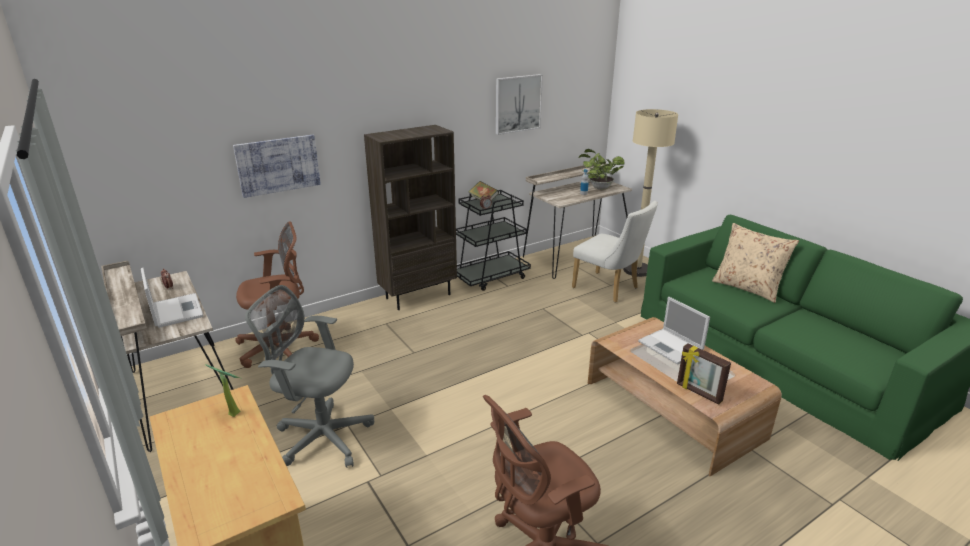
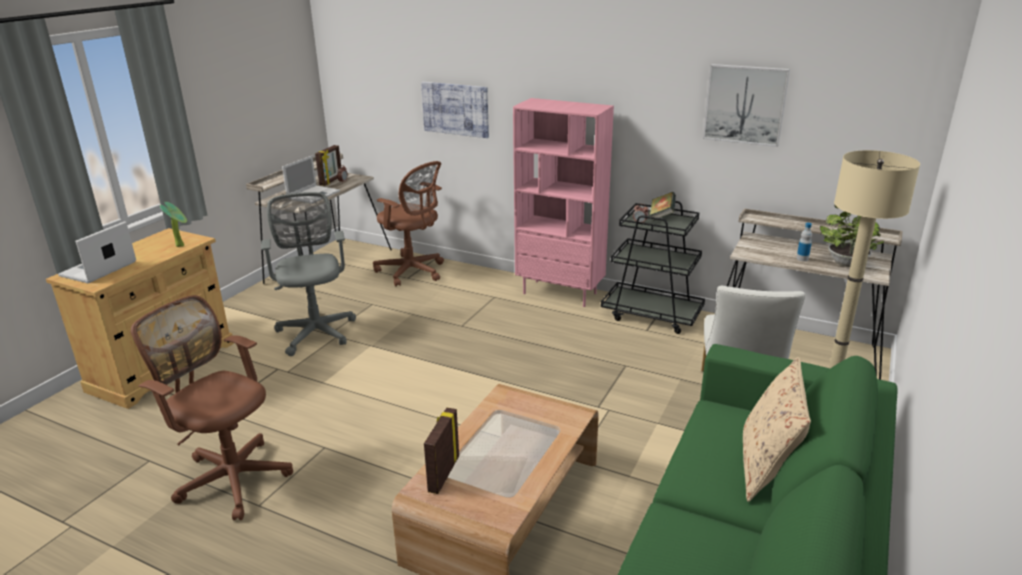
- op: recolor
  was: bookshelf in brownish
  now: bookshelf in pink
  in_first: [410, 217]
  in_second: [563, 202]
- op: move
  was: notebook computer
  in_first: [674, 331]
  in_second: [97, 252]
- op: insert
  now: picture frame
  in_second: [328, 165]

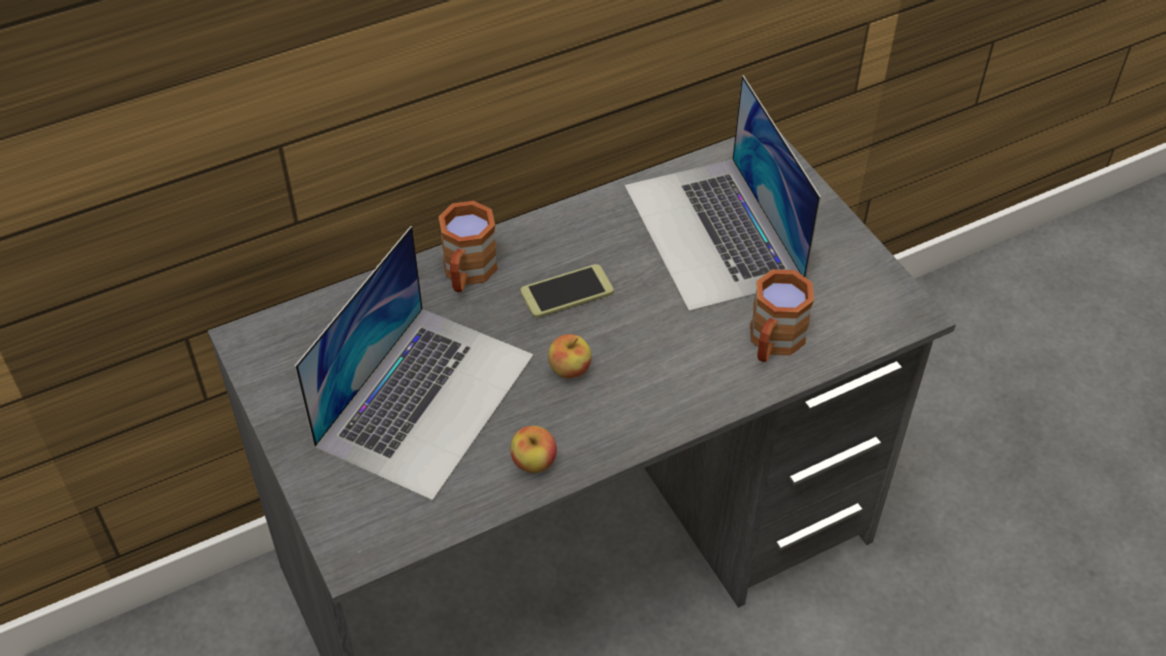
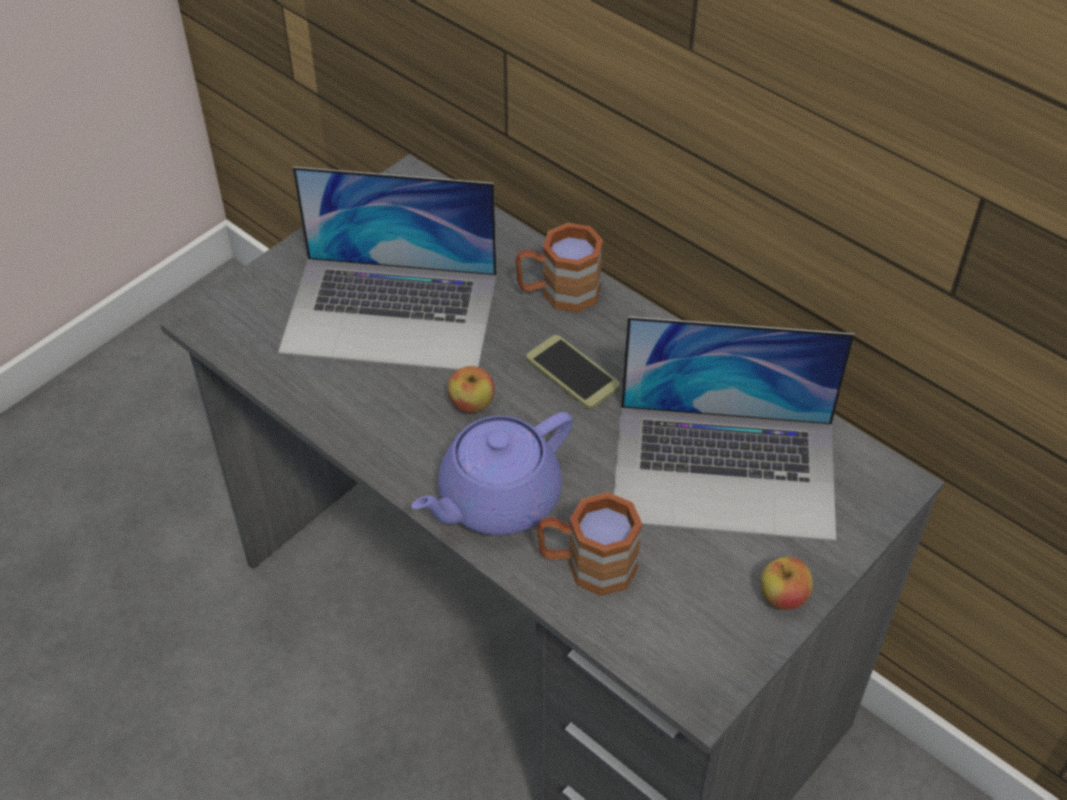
- op: move
  was: apple fruit
  in_first: [534, 449]
  in_second: [787, 583]
- op: rotate
  was: notebook computer
  in_first: [722, 193]
  in_second: [734, 428]
  clockwise: -135
- op: insert
  now: pot for tea in purple
  in_second: [492, 473]

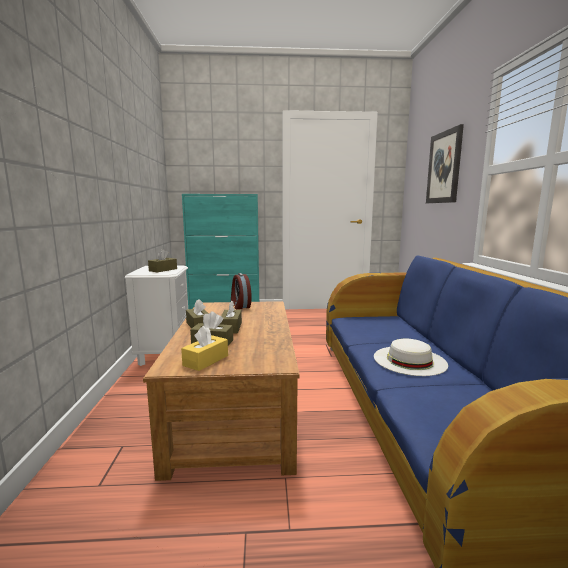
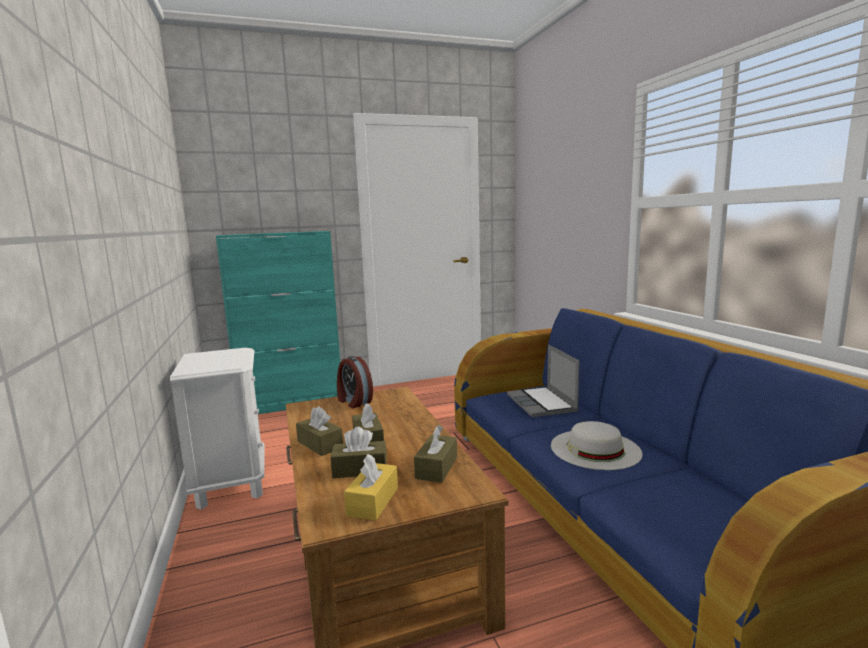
- op: move
  was: box of tissues in brownish
  in_first: [162, 260]
  in_second: [435, 454]
- op: delete
  was: picture
  in_first: [445, 163]
- op: insert
  now: notebook computer
  in_second: [543, 380]

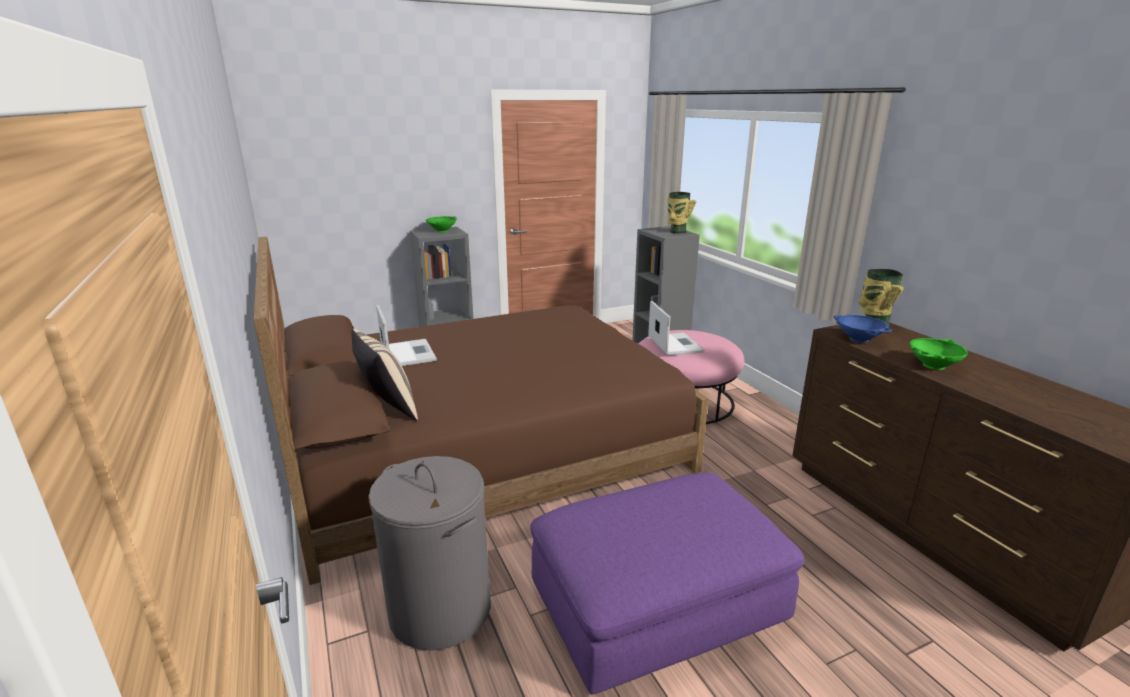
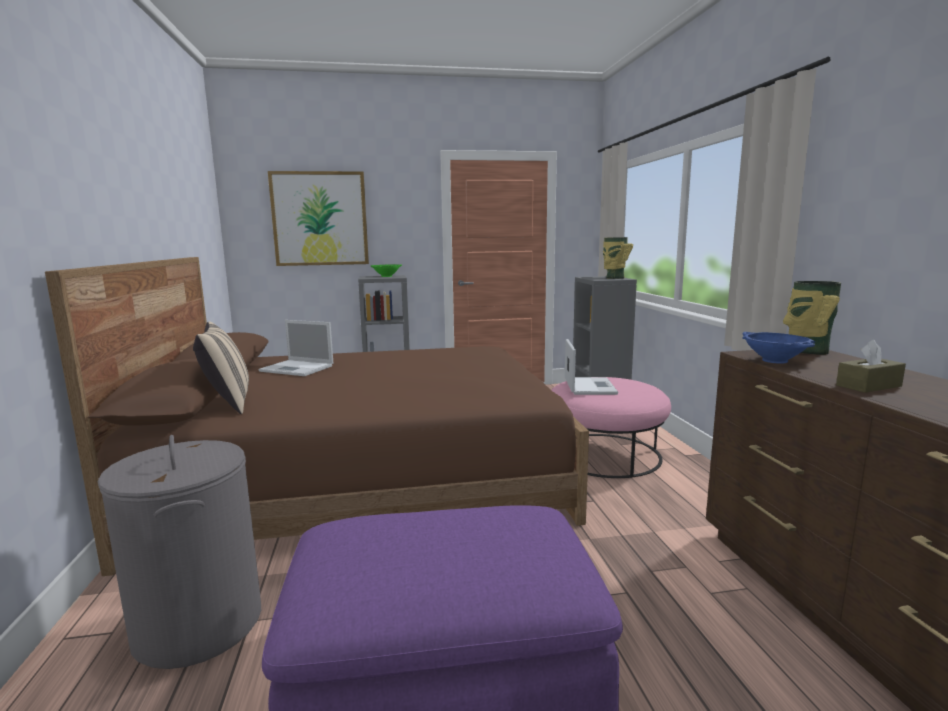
- op: rotate
  was: notebook computer
  in_first: [406, 335]
  in_second: [295, 348]
  clockwise: 120
- op: replace
  was: serving bowl in greenish
  now: box of tissues in brownish
  in_first: [939, 354]
  in_second: [871, 366]
- op: insert
  now: picture
  in_second: [318, 218]

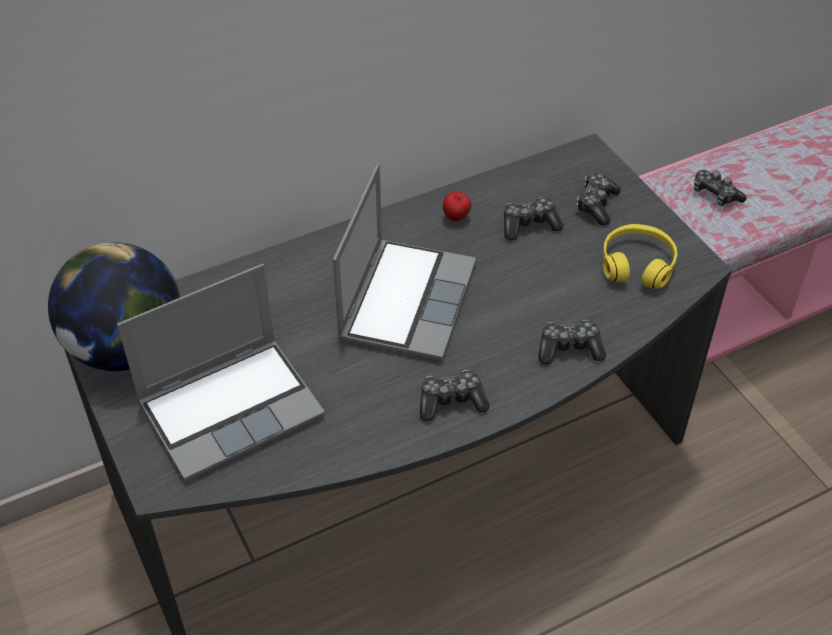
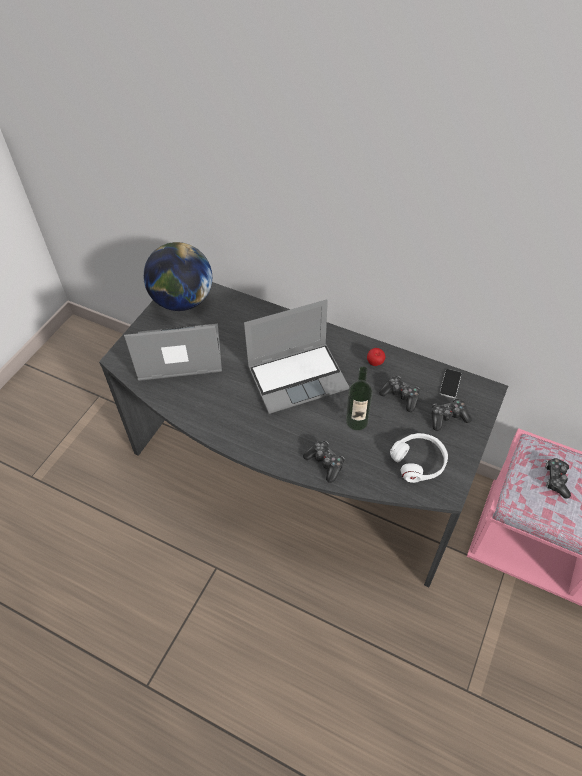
- op: rotate
  was: notebook computer
  in_first: [221, 373]
  in_second: [173, 352]
  clockwise: 150
- op: delete
  was: joypad
  in_first: [454, 395]
- op: recolor
  was: headphones in yellow-coloured
  now: headphones in white-coloured
  in_first: [640, 256]
  in_second: [419, 458]
- op: insert
  now: bottle
  in_second: [359, 398]
- op: insert
  now: telephone
  in_second: [451, 383]

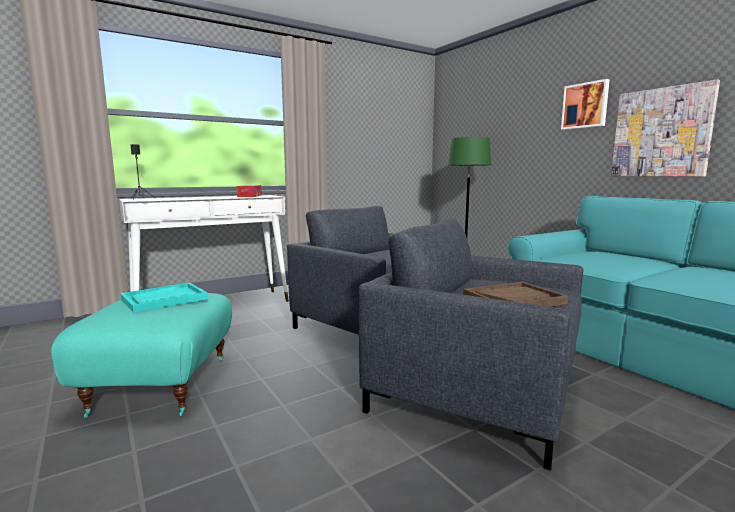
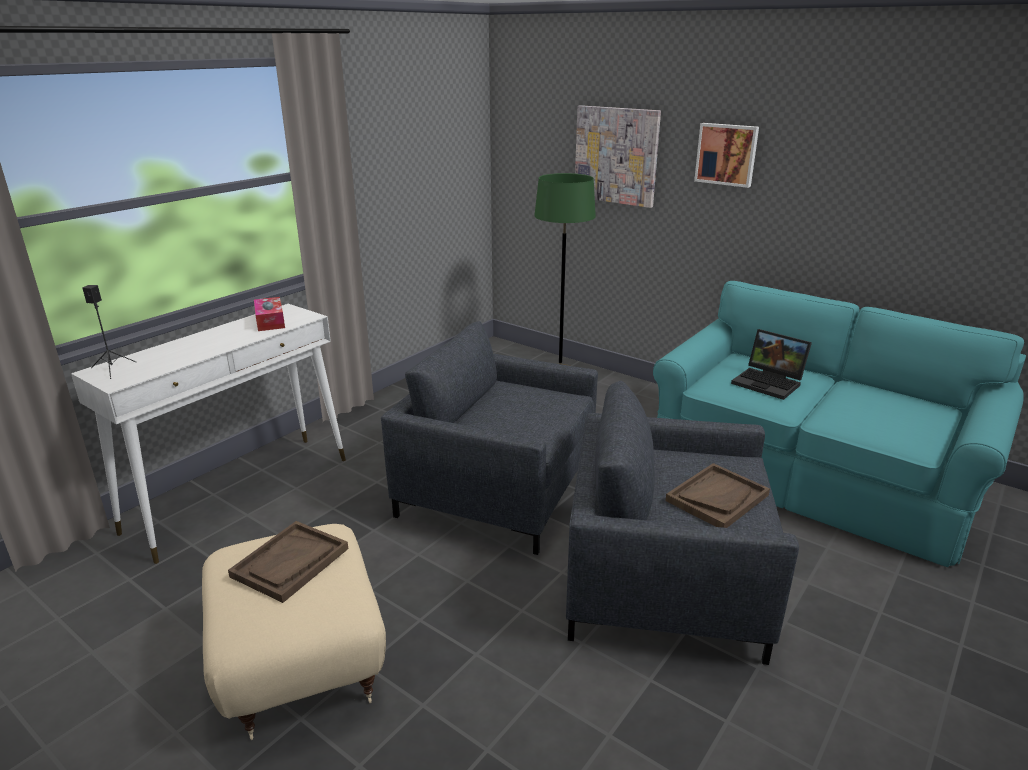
- op: recolor
  was: footrest in turquoise-coloured
  now: footrest in beige
  in_first: [141, 355]
  in_second: [294, 632]
- op: recolor
  was: tray in turquoise-coloured
  now: tray in brownish
  in_first: [164, 297]
  in_second: [288, 562]
- op: move
  was: picture
  in_first: [665, 128]
  in_second: [618, 156]
- op: insert
  now: notebook computer
  in_second: [771, 364]

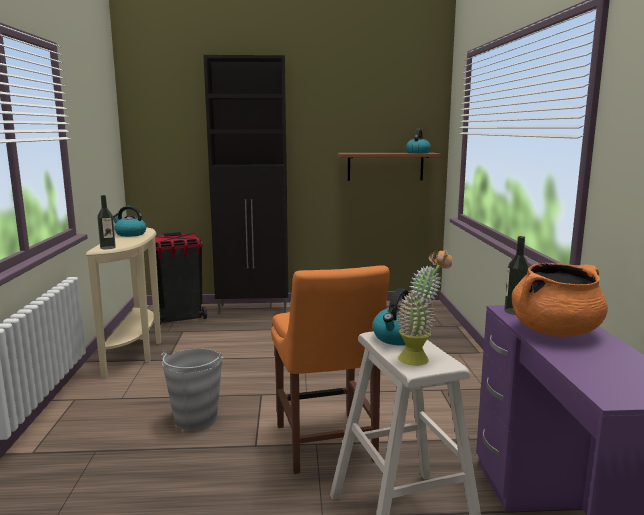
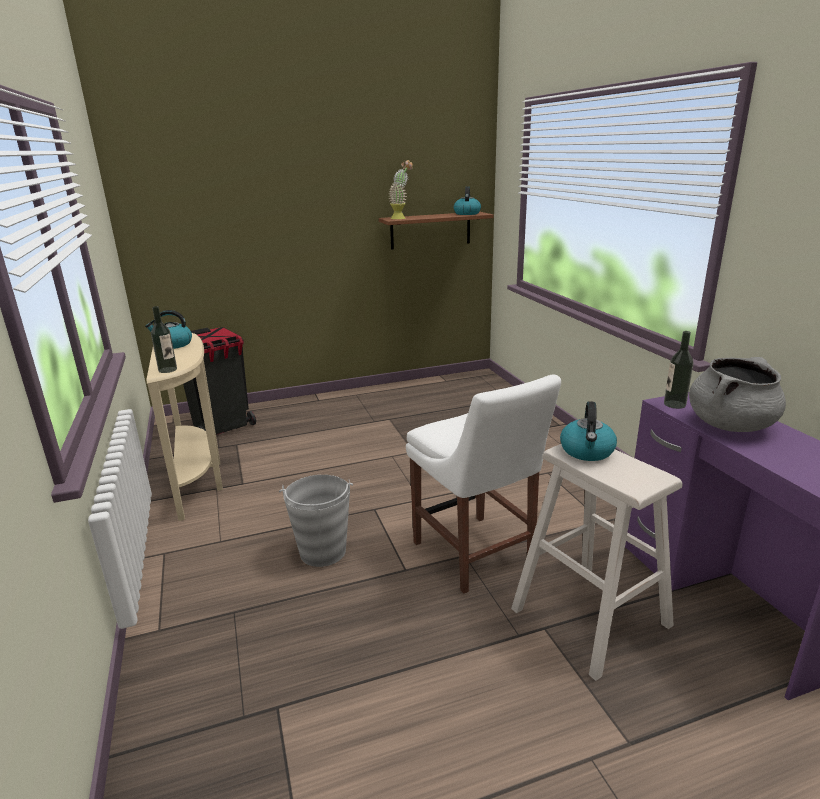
- op: delete
  was: cabinet in blackish
  in_first: [246, 184]
- op: recolor
  was: plain chair in orange-coloured
  now: plain chair in white-coloured
  in_first: [330, 369]
  in_second: [483, 484]
- op: move
  was: houseplant
  in_first: [424, 308]
  in_second: [400, 189]
- op: recolor
  was: saucepot in orange-coloured
  now: saucepot in gray
  in_first: [560, 300]
  in_second: [737, 394]

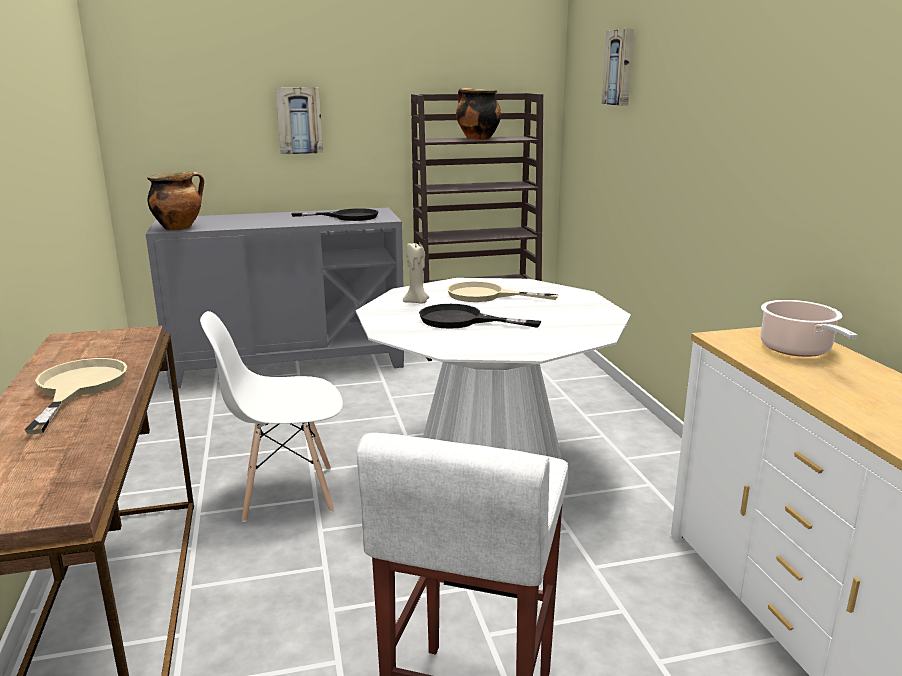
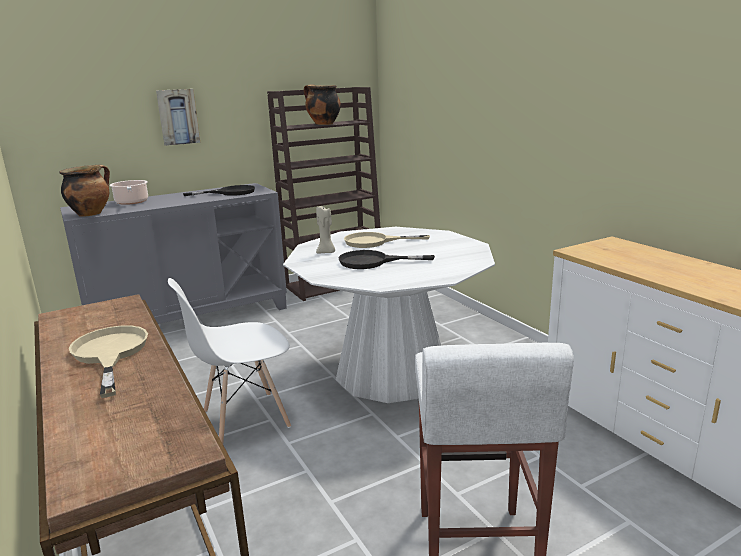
- op: delete
  was: picture
  in_first: [618, 67]
- op: move
  was: saucepot
  in_first: [809, 328]
  in_second: [129, 192]

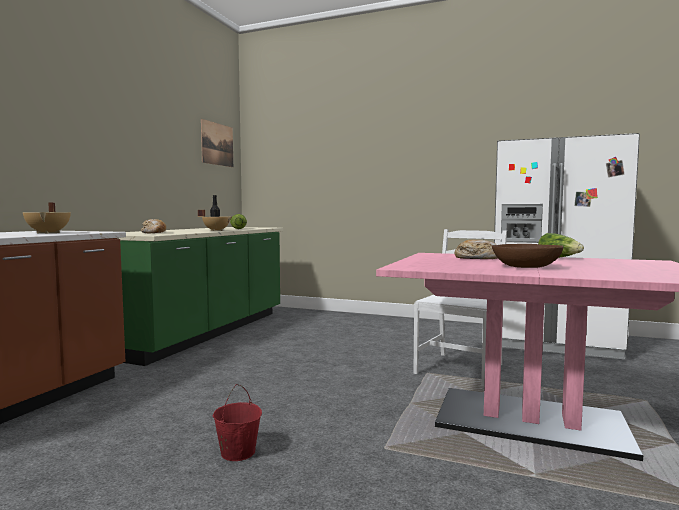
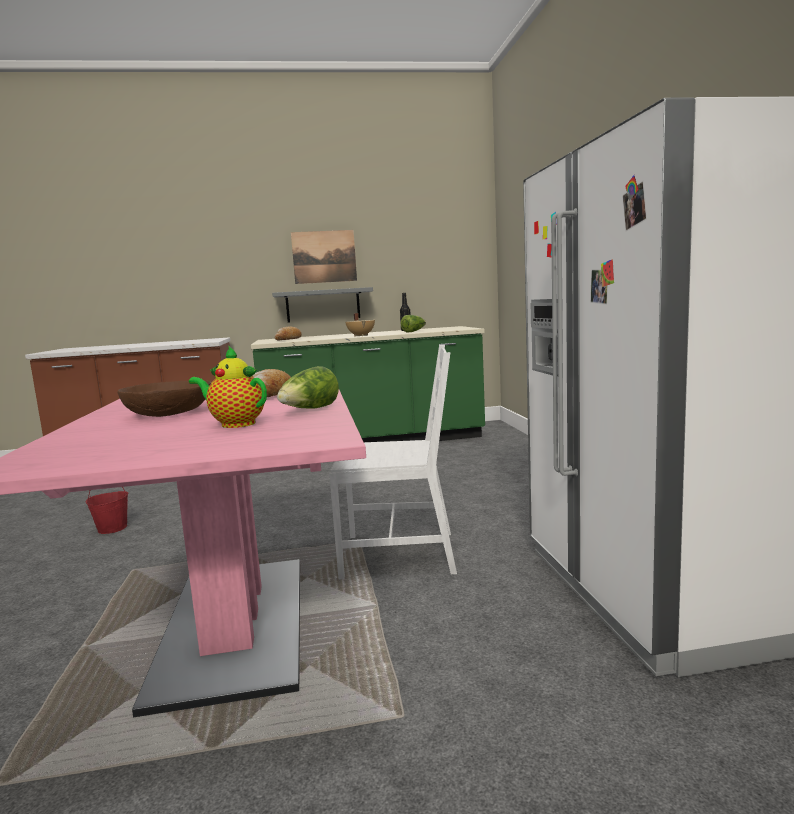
- op: delete
  was: saucepot in beige
  in_first: [46, 218]
- op: move
  was: picture
  in_first: [217, 143]
  in_second: [324, 257]
- op: insert
  now: pot for tea
  in_second: [228, 387]
- op: insert
  now: shelf in gray
  in_second: [322, 304]

